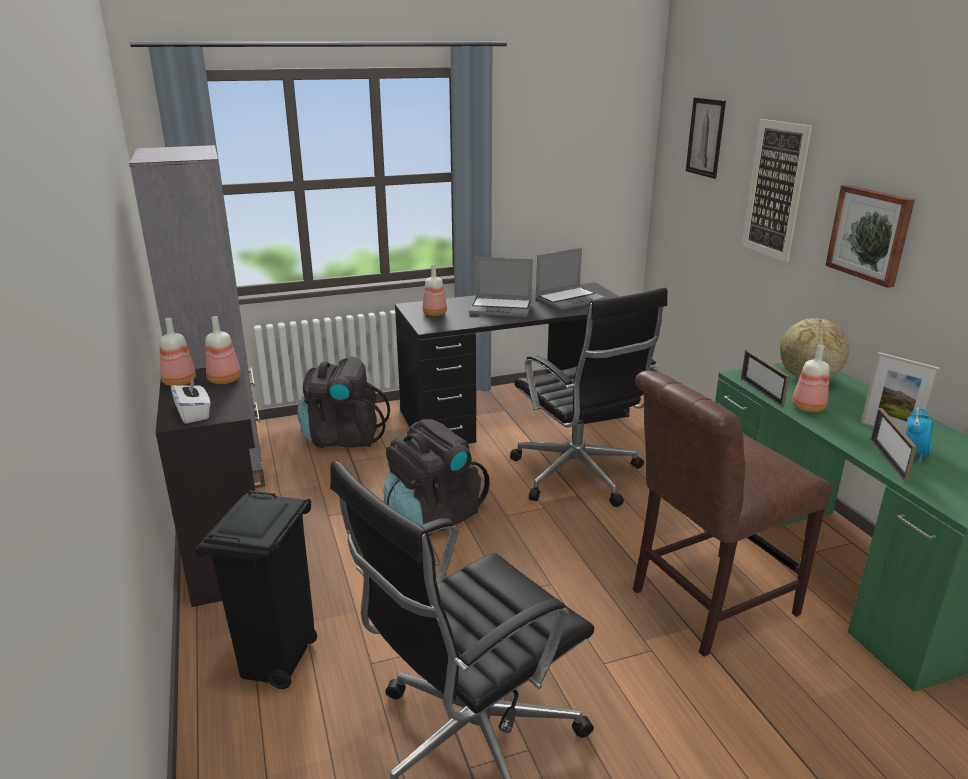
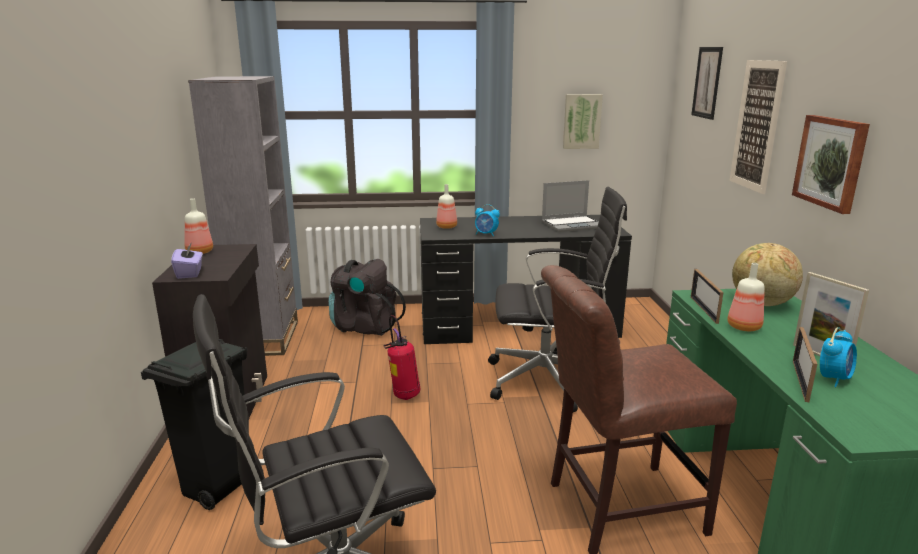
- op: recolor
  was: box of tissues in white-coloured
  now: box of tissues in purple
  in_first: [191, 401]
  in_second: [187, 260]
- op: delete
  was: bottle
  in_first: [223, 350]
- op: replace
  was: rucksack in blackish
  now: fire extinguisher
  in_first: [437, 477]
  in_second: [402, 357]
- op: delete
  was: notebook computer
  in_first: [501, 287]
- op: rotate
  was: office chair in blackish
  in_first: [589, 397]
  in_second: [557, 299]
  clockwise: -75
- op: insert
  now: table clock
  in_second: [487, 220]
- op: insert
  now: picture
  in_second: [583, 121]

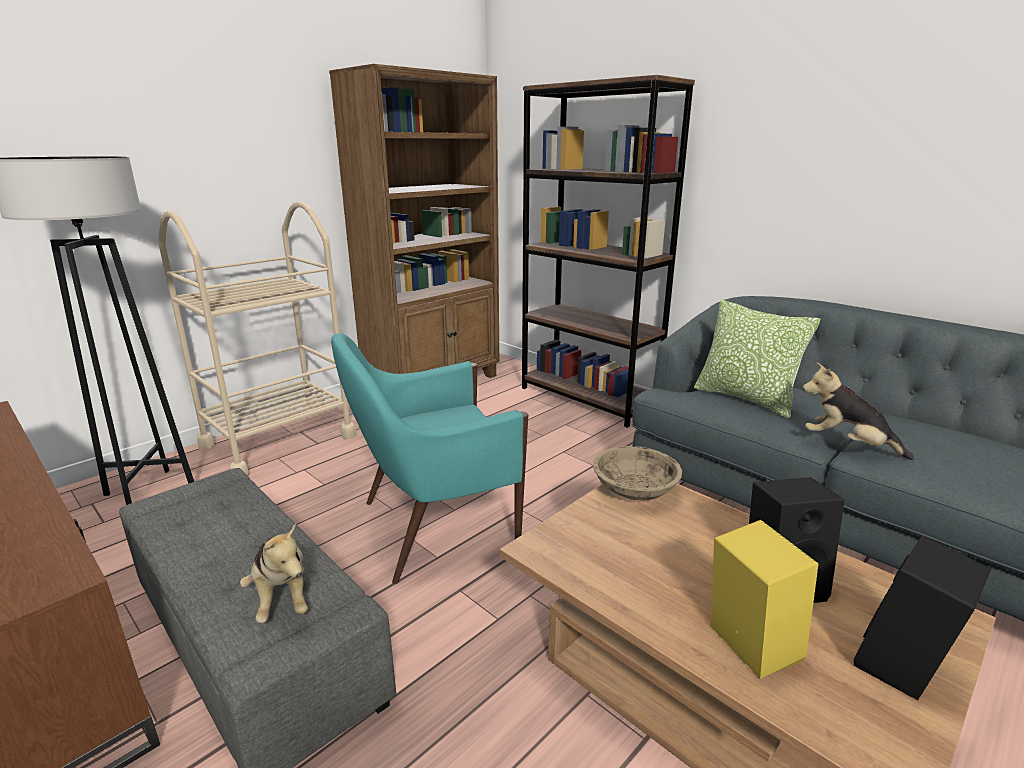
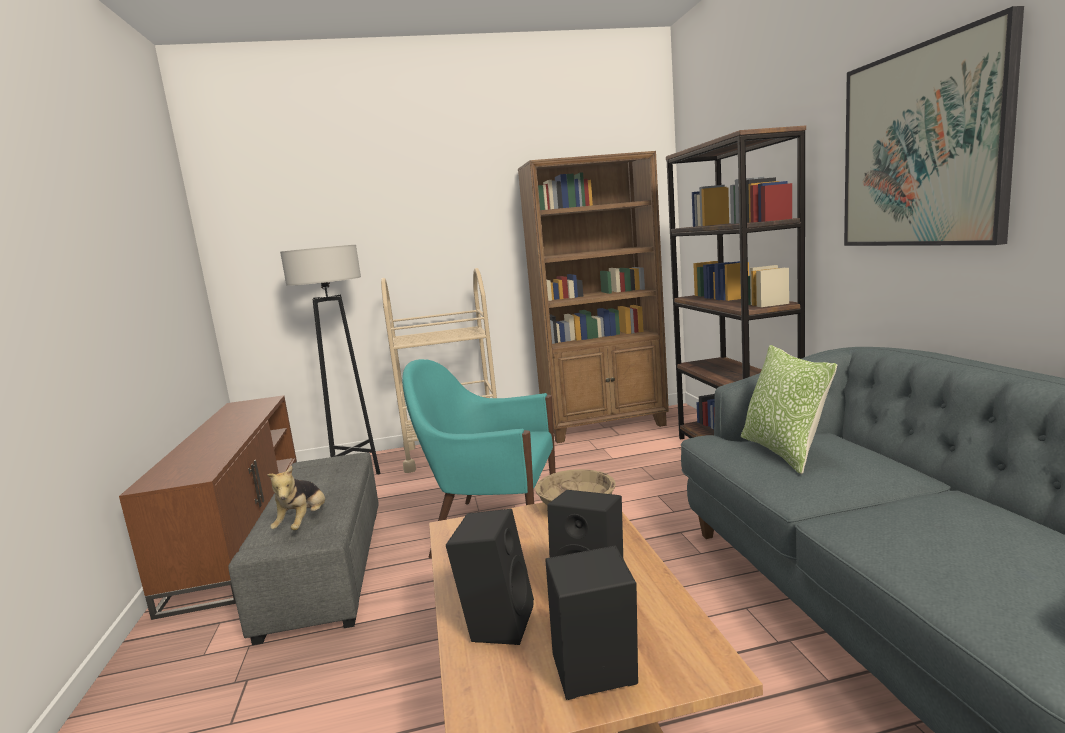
- op: recolor
  was: speaker in yellow-coloured
  now: speaker in blackish
  in_first: [764, 599]
  in_second: [490, 577]
- op: delete
  was: cuddly toy
  in_first: [858, 411]
- op: insert
  now: picture
  in_second: [934, 126]

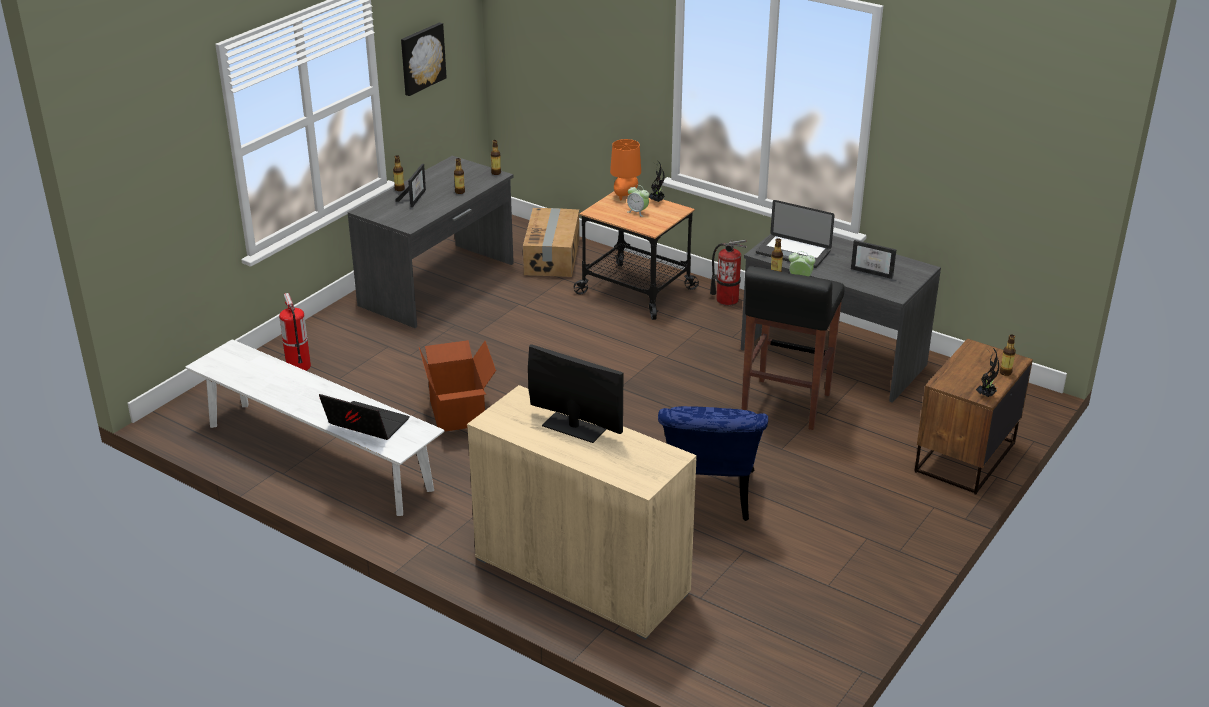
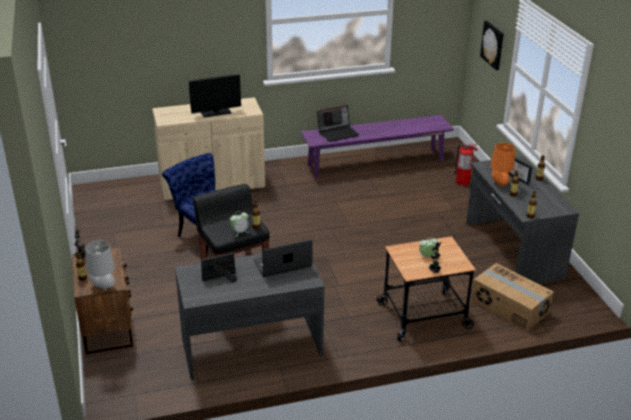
- op: recolor
  was: indoor bench in white-coloured
  now: indoor bench in purple
  in_first: [315, 427]
  in_second: [377, 146]
- op: move
  was: picture
  in_first: [424, 59]
  in_second: [492, 45]
- op: delete
  was: carton
  in_first: [457, 385]
- op: move
  was: tabletop lamp in orange-coloured
  in_first: [625, 170]
  in_second: [502, 165]
- op: delete
  was: fire extinguisher
  in_first: [728, 273]
- op: insert
  now: tabletop lamp in gray
  in_second: [100, 266]

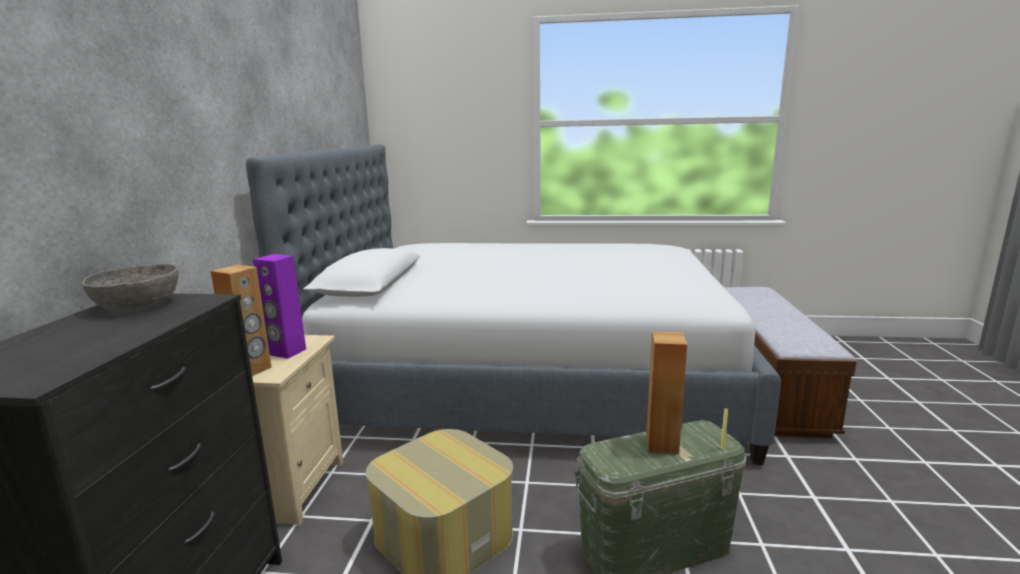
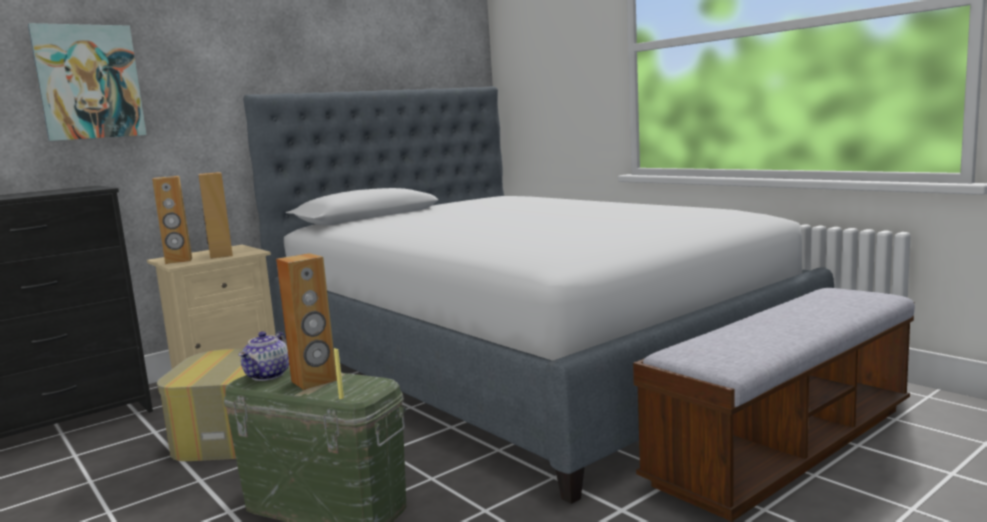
- op: delete
  was: serving bowl in gray
  in_first: [130, 287]
- op: recolor
  was: speaker in purple
  now: speaker in brownish
  in_first: [279, 306]
  in_second: [216, 215]
- op: insert
  now: picture
  in_second: [87, 82]
- op: insert
  now: pot for tea
  in_second: [264, 356]

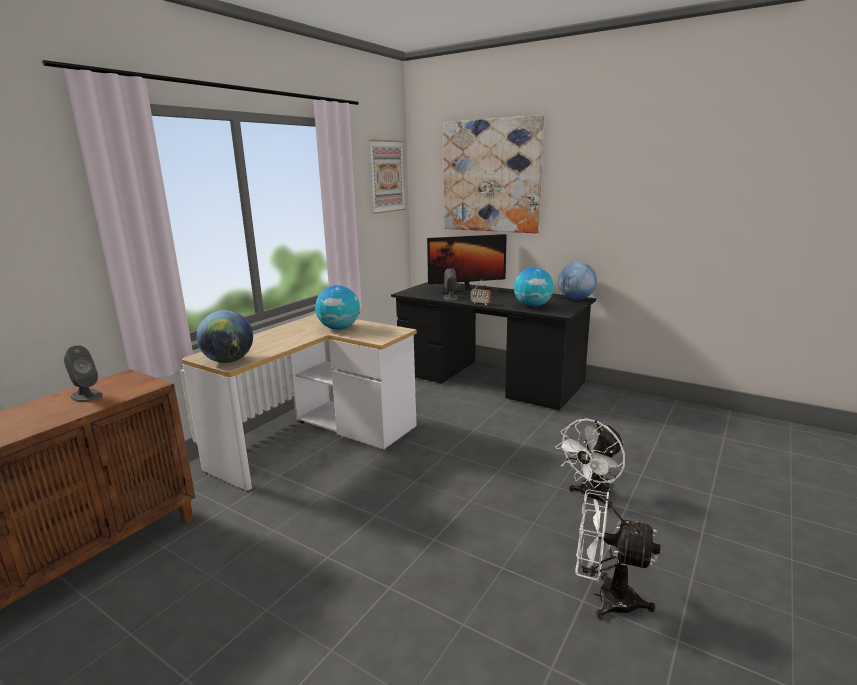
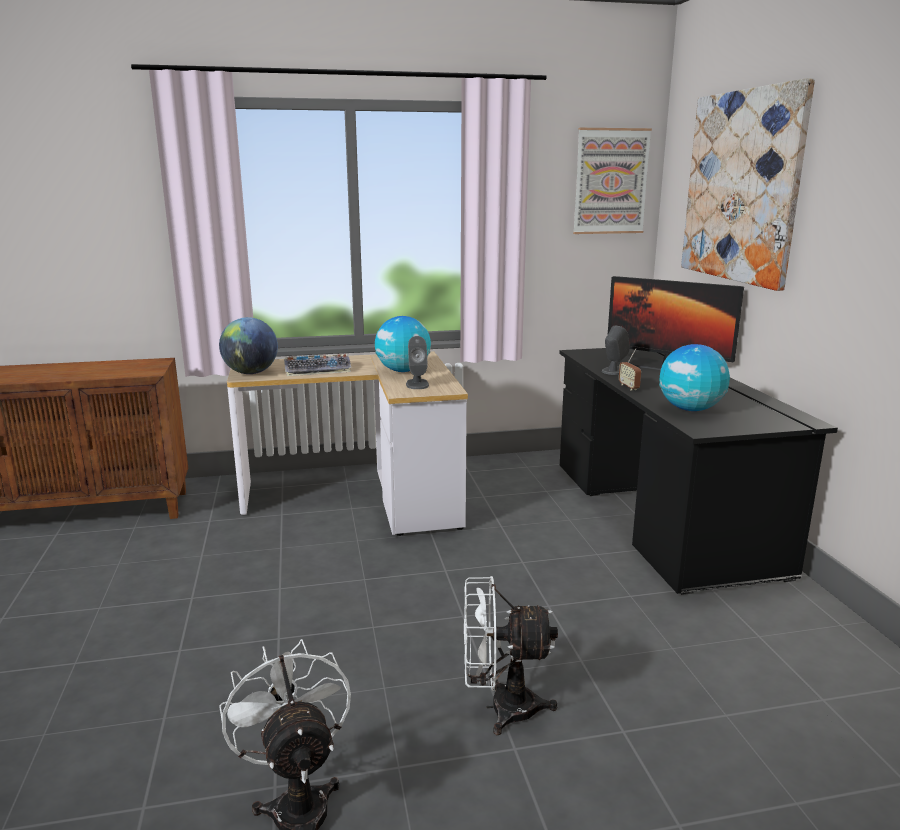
- op: move
  was: speaker in gray
  in_first: [83, 373]
  in_second: [417, 362]
- op: delete
  was: desk globe
  in_first: [577, 281]
- op: insert
  now: computer keyboard
  in_second: [318, 364]

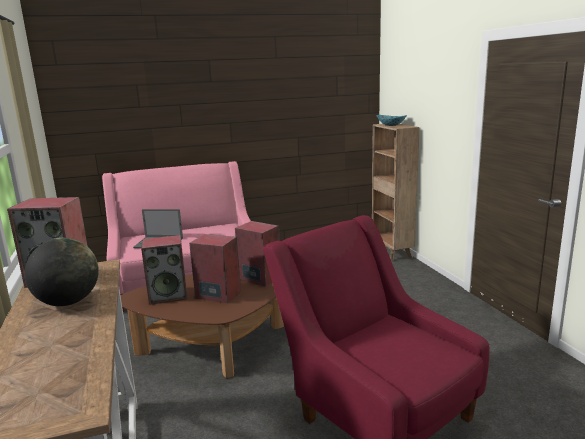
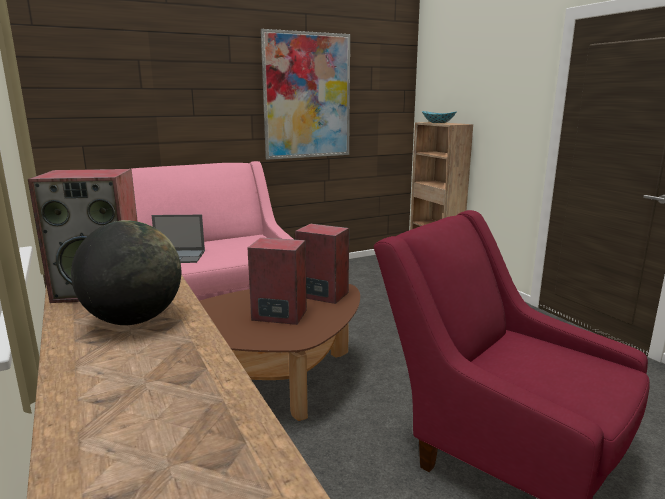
- op: delete
  was: speaker
  in_first: [164, 270]
- op: insert
  now: picture
  in_second: [305, 94]

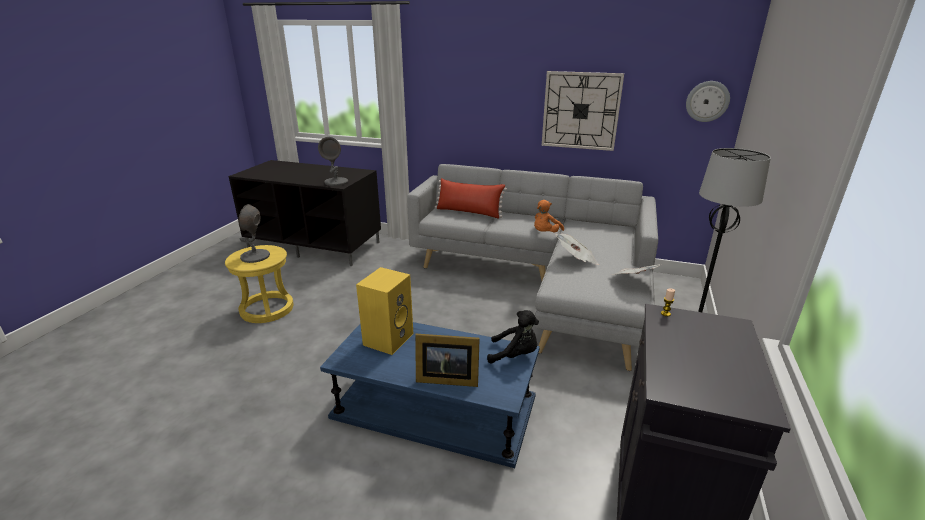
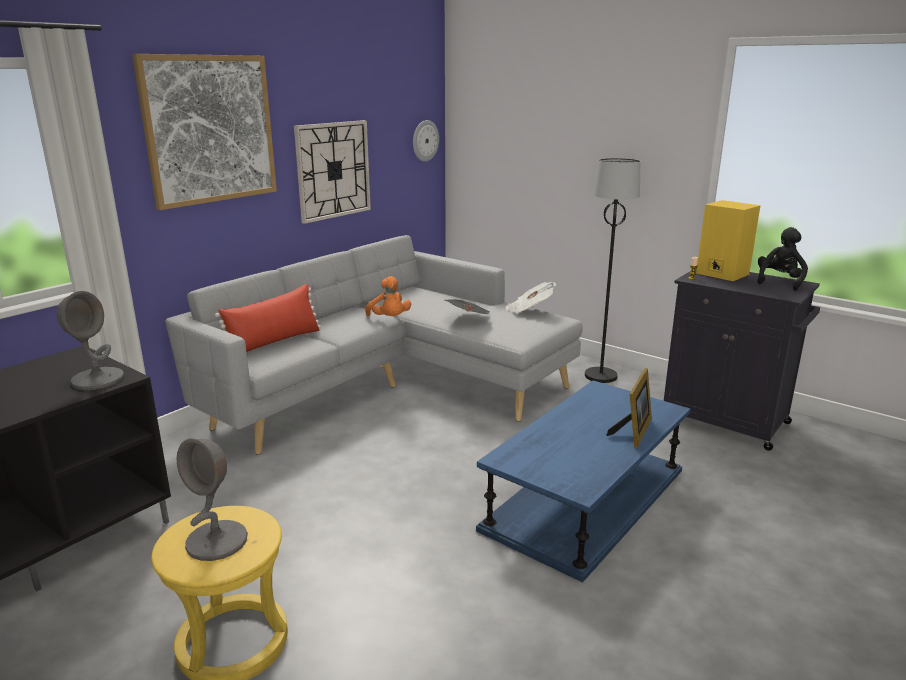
- op: move
  was: speaker in yellow-coloured
  in_first: [384, 311]
  in_second: [728, 240]
- op: move
  was: cuddly toy in blackish
  in_first: [513, 337]
  in_second: [782, 259]
- op: insert
  now: picture
  in_second: [204, 132]

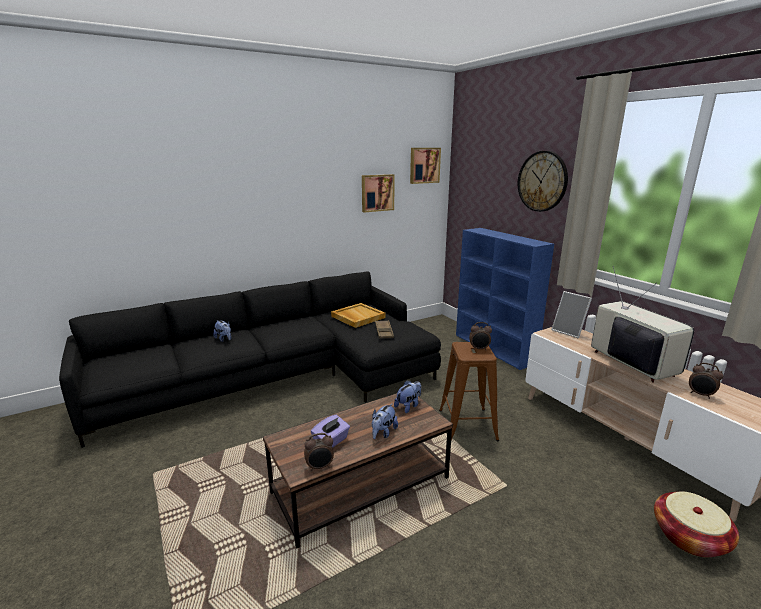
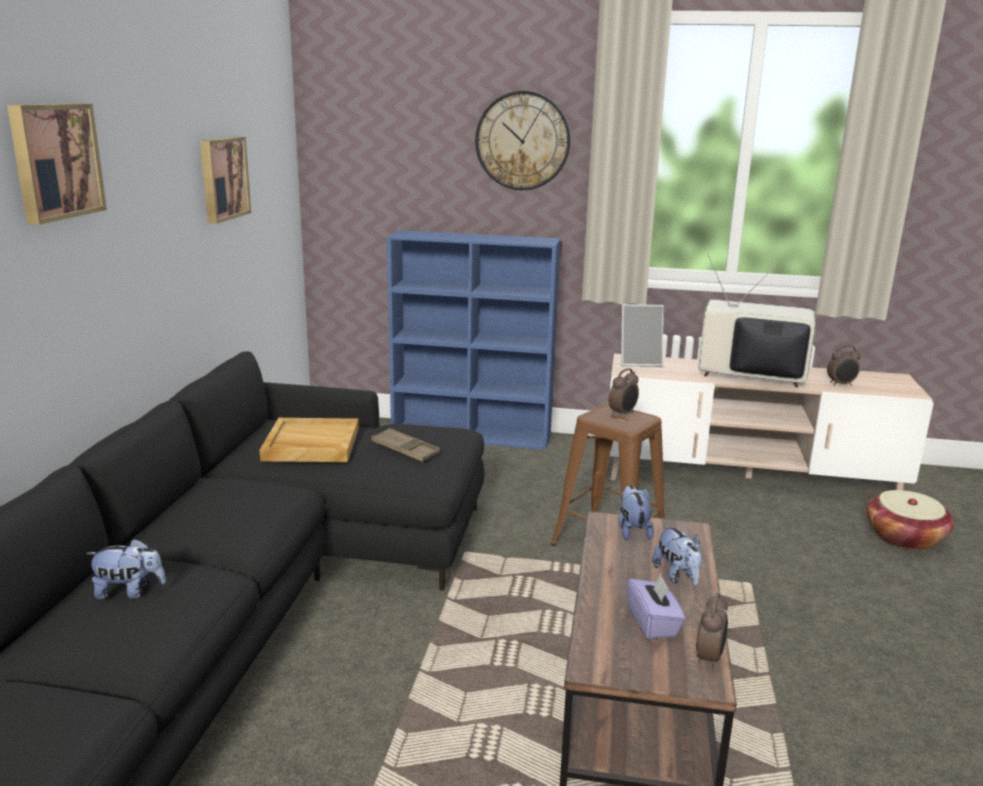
- op: move
  was: picture
  in_first: [425, 166]
  in_second: [57, 164]

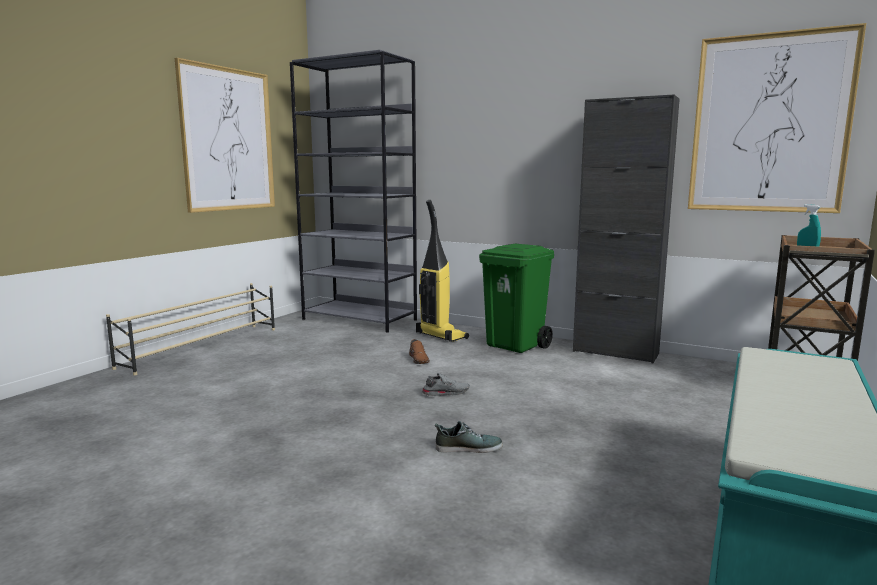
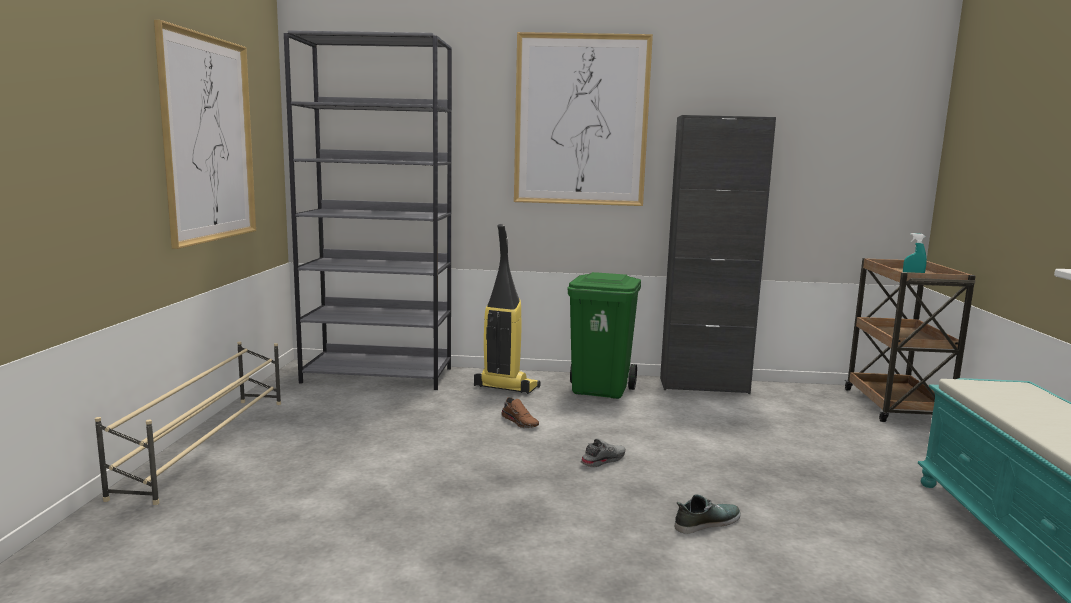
- op: move
  was: picture
  in_first: [777, 118]
  in_second: [583, 119]

